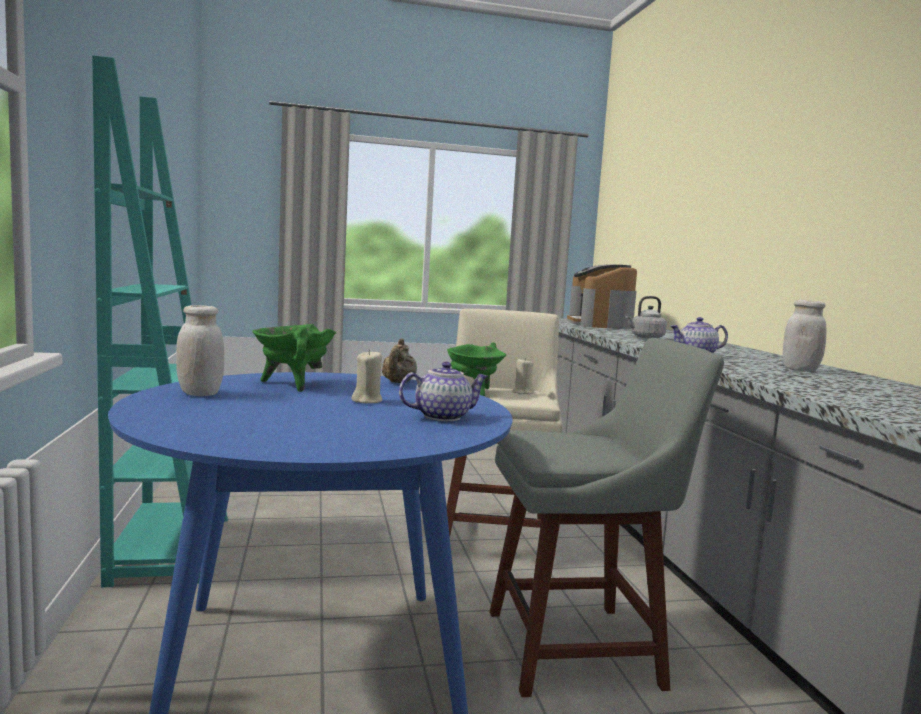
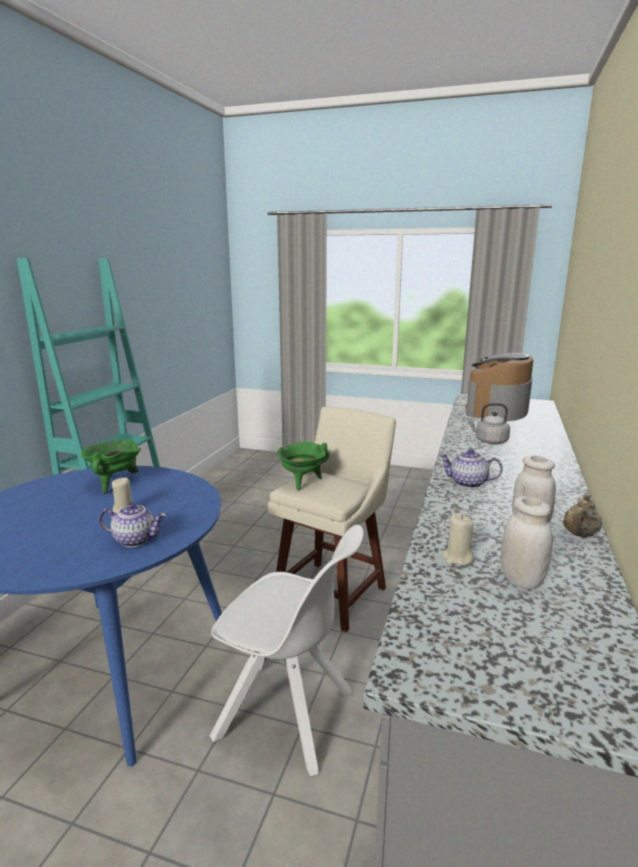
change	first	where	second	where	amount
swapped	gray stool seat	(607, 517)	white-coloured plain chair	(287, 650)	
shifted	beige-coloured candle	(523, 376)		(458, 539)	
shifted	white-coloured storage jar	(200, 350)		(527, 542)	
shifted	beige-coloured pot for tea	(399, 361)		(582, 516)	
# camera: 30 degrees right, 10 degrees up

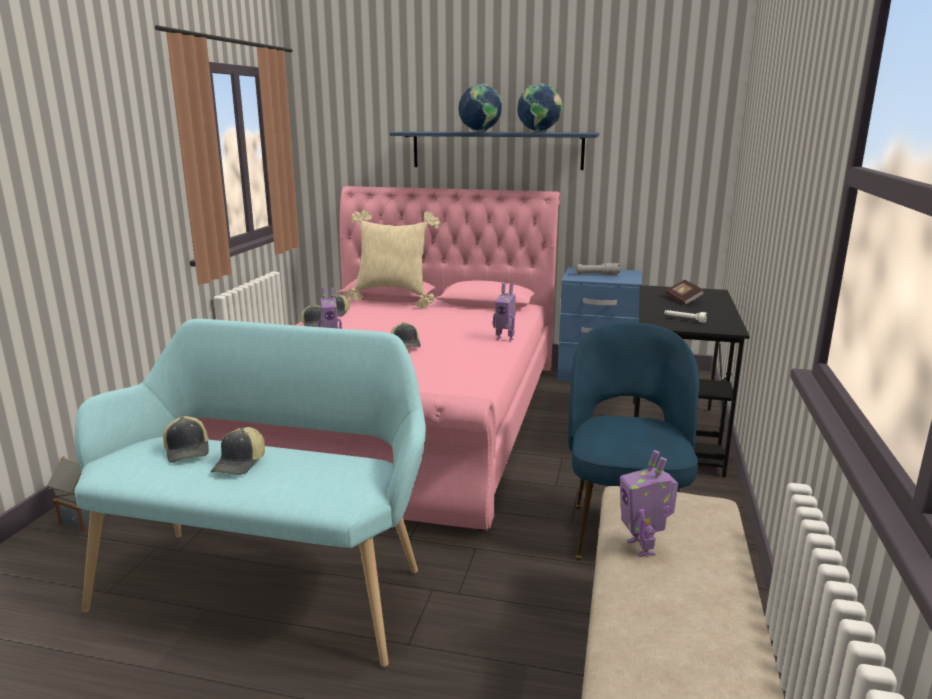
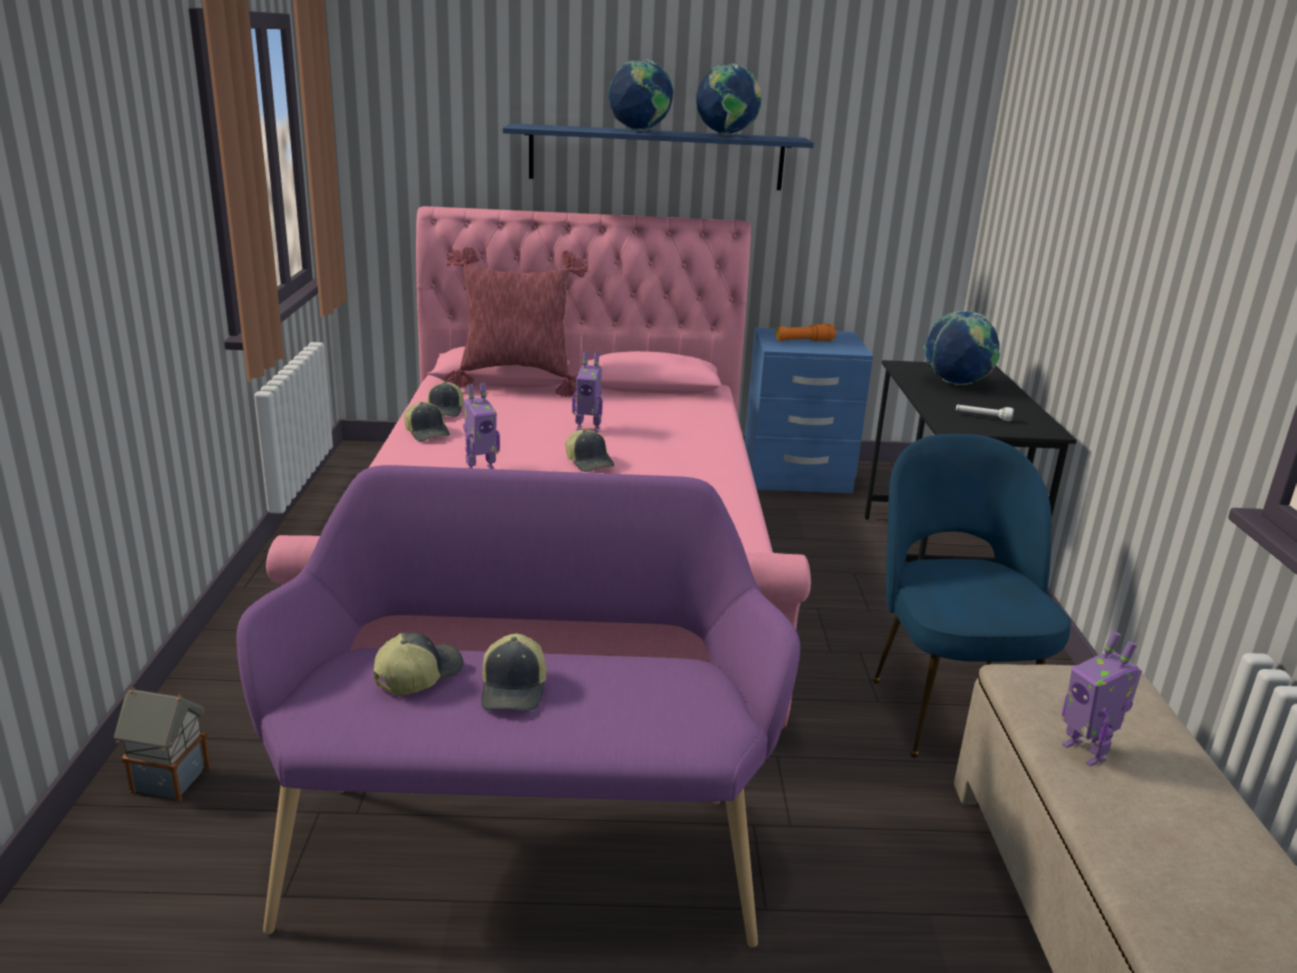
change	first	where	second	where	amount
repainted	turquoise-coloured long seat	(250, 493)	purple long seat	(518, 706)	
rotated	baseball cap	(186, 439)		(419, 664)	105 degrees counterclockwise
repainted	beige-coloured pillow	(392, 259)	red pillow	(515, 322)	
shifted	model robot	(504, 312)		(587, 392)	
repainted	gray torch	(598, 269)	orangey torch	(806, 332)	
swapped	volume	(685, 292)	globe	(961, 348)	
# camera: 15 degrees left, 5 degrees up

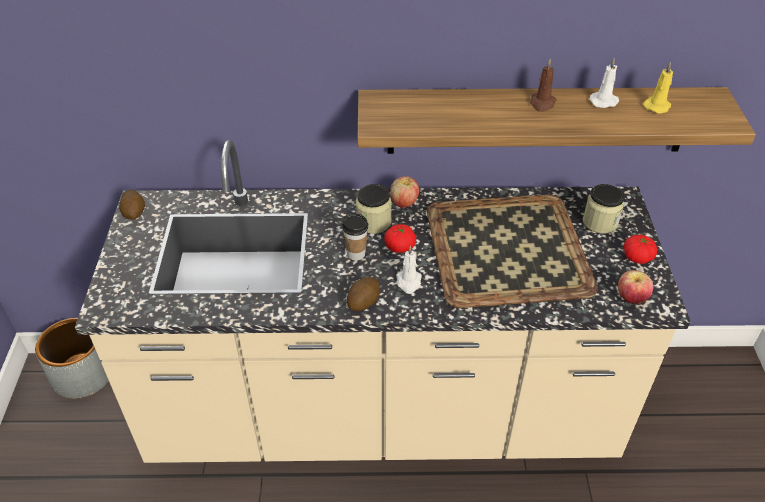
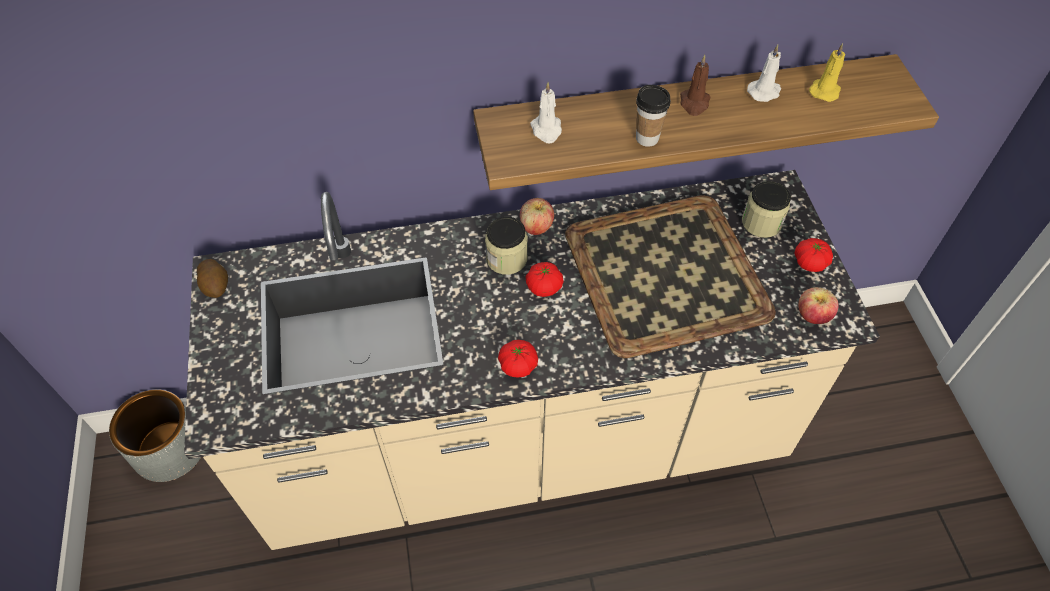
change	first	where	second	where	amount
swapped	whole potato	(363, 294)	whole tomato	(518, 359)	
shifted	white-coloured candle	(409, 270)		(546, 113)	
shifted	small cup	(355, 237)		(653, 116)	
# camera: 10 degrees left, 10 degrees up

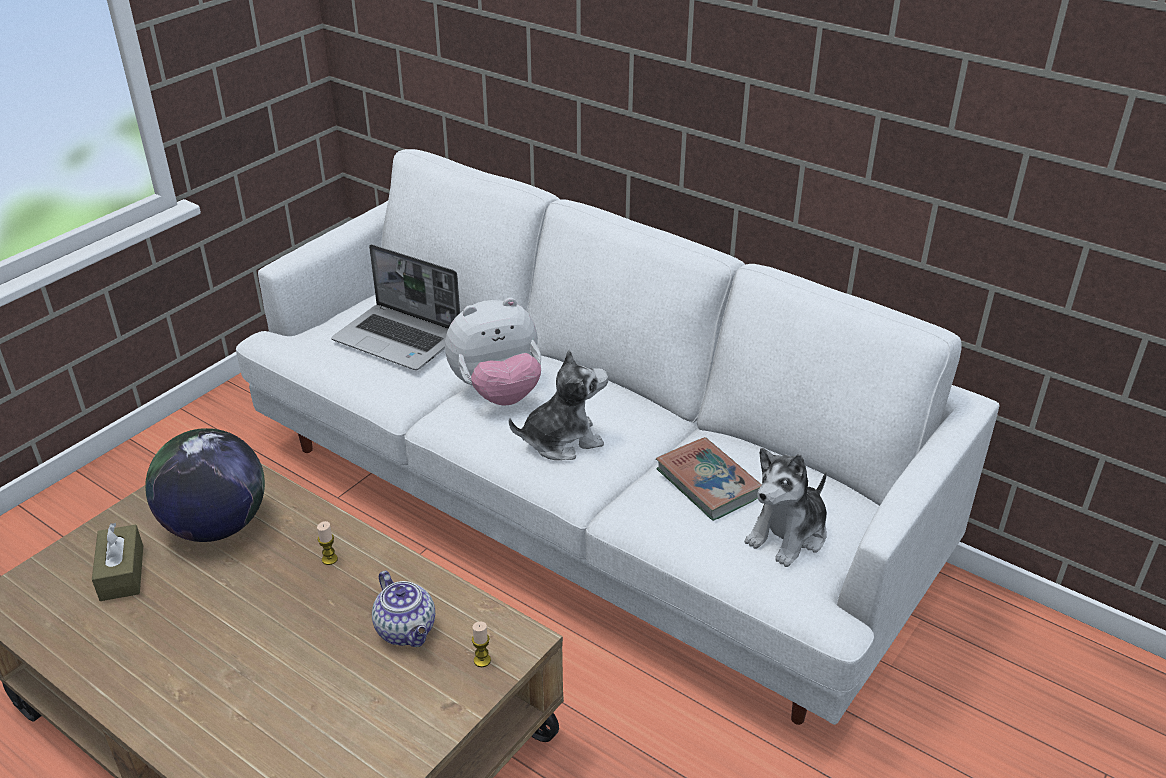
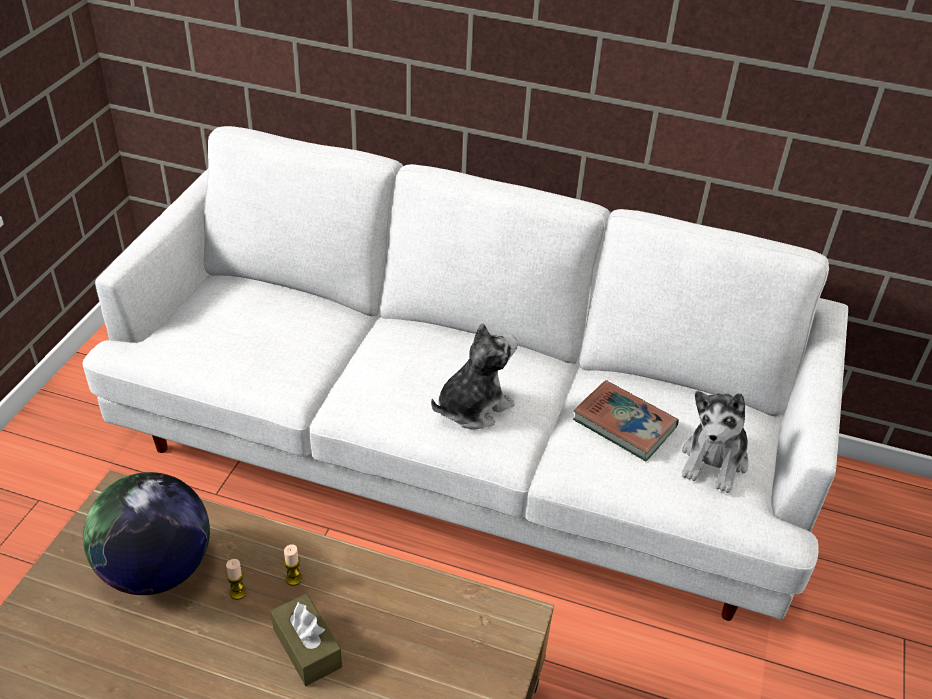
change	first	where	second	where	amount
shifted	candle	(481, 644)		(236, 579)	
shifted	brown tissue box	(117, 562)		(306, 640)	
gone	laptop	(395, 307)			
gone	pot for tea	(403, 609)			
gone	soft toy	(493, 351)			
# camera: 20 degrees left, 5 degrees up

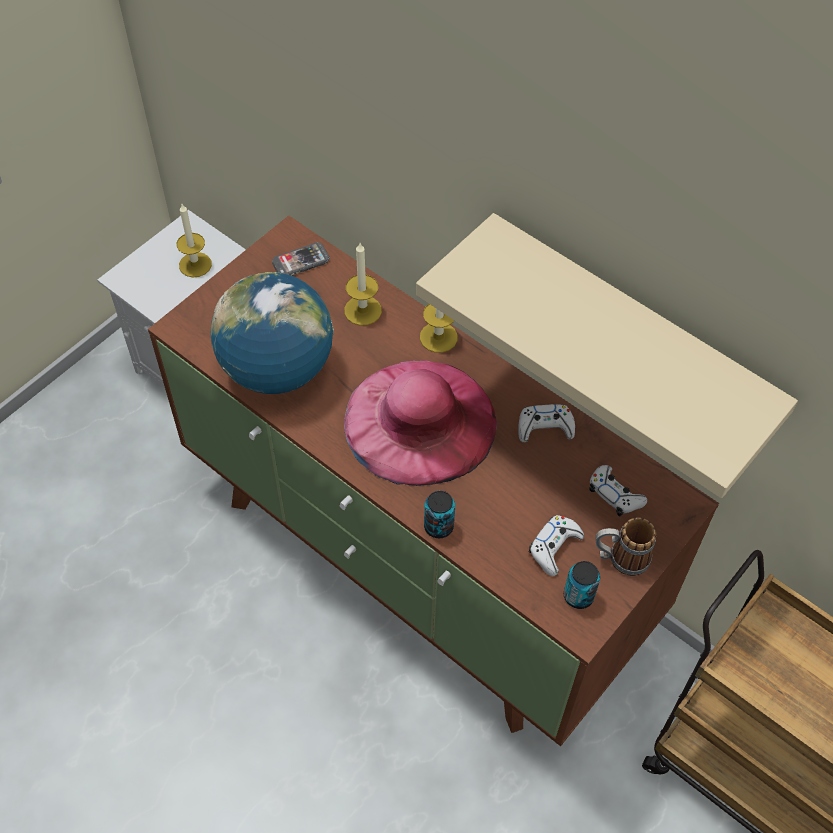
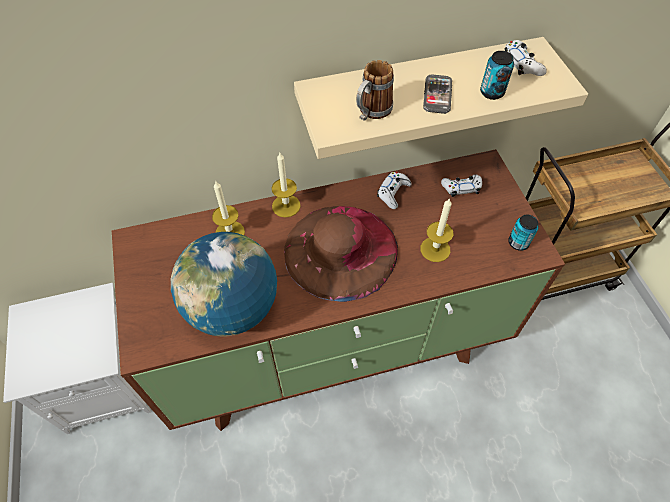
change	first	where	second	where	amount
repainted	pinkish hat	(420, 423)	brown hat	(341, 254)	
shifted	tea mug	(625, 546)		(375, 90)	
shifted	candle	(194, 240)		(436, 230)	
shifted	handset	(301, 259)		(437, 94)	
shifted	sealed can	(439, 514)		(497, 75)	
shifted	white-coloured gamepad	(556, 545)		(526, 58)	
# camera: 55 degrees left, 0 degrees up

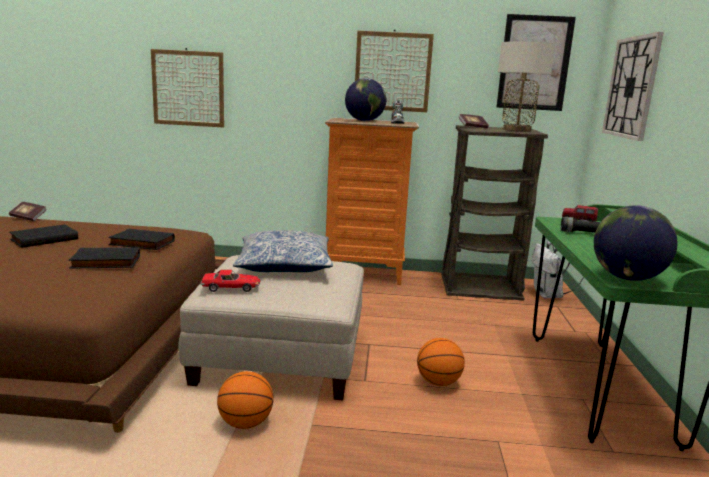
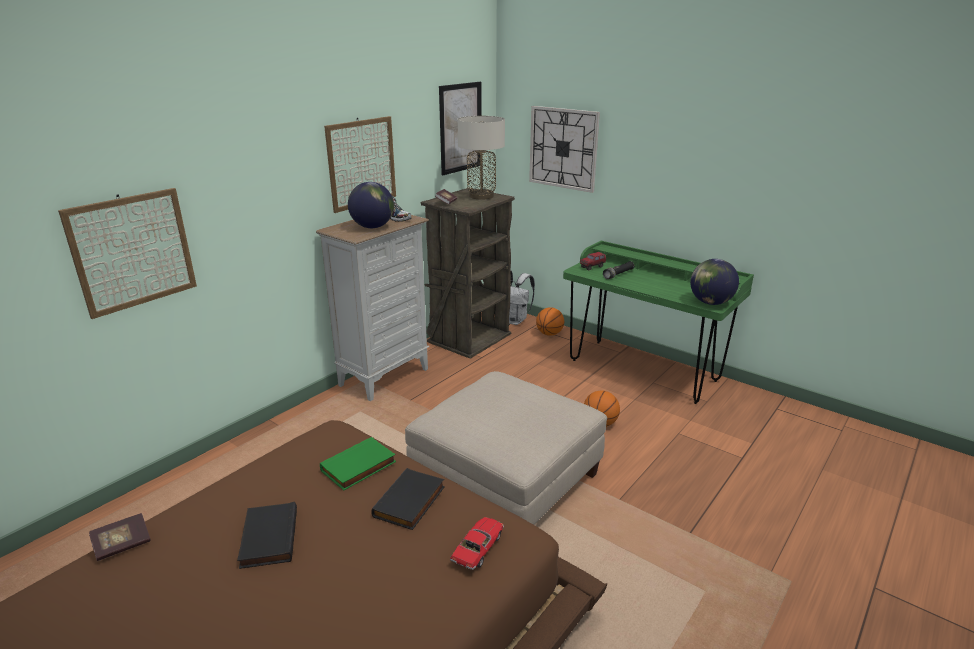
change	first	where	second	where	amount
repainted	orangey drawer chest	(372, 201)	white-coloured drawer chest	(373, 308)	
repainted	black volume	(141, 239)	green volume	(358, 463)	
shifted	toy car	(230, 281)		(477, 543)	
shifted	basketball ball	(245, 400)		(550, 321)	
gone	pillow	(283, 251)			
# camera: 55 degrees left, 10 degrees up

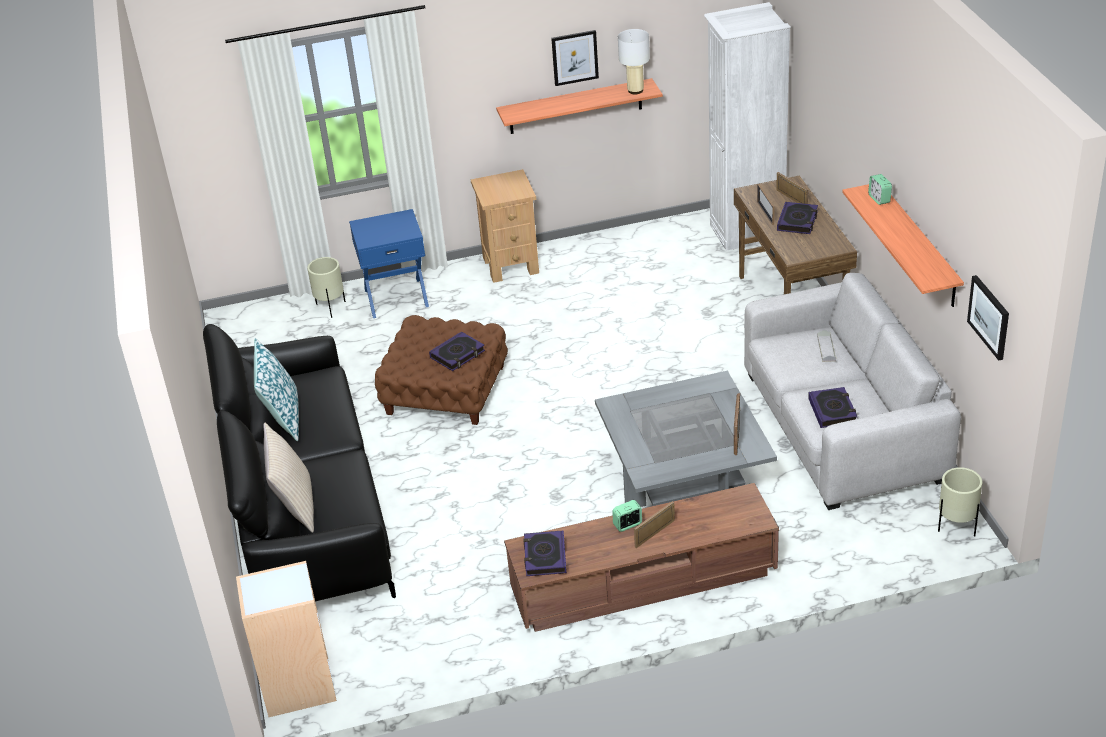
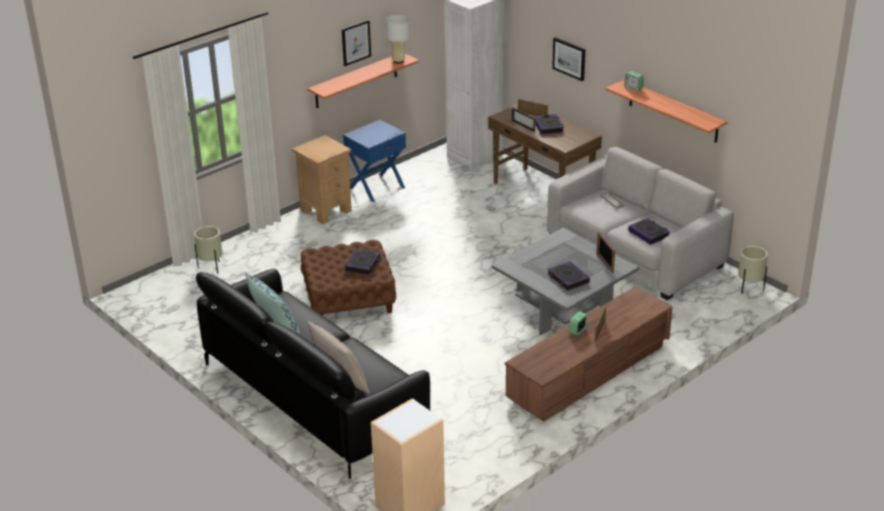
change	first	where	second	where	amount
shifted	bluish nightstand	(389, 263)		(374, 161)	
shifted	volume	(545, 553)		(568, 276)	
shifted	picture	(988, 318)		(568, 59)	
# camera: 30 degrees left, 5 degrees down

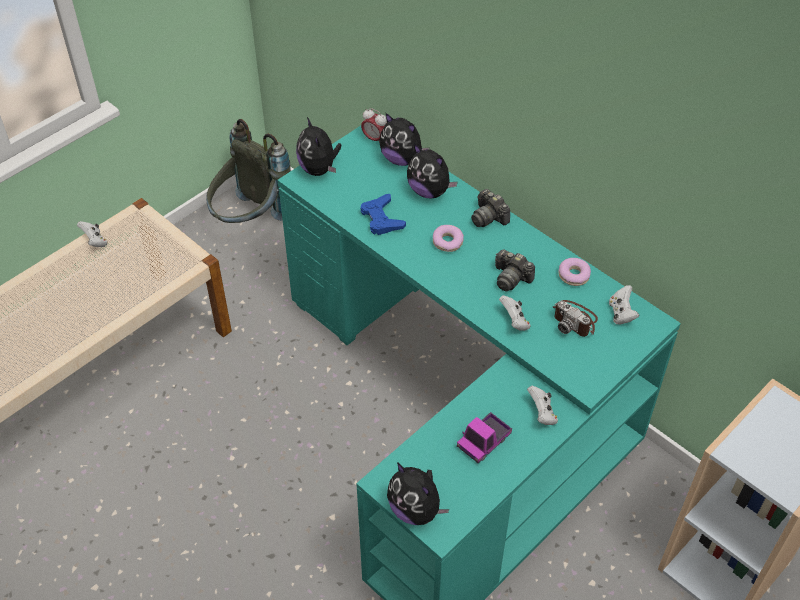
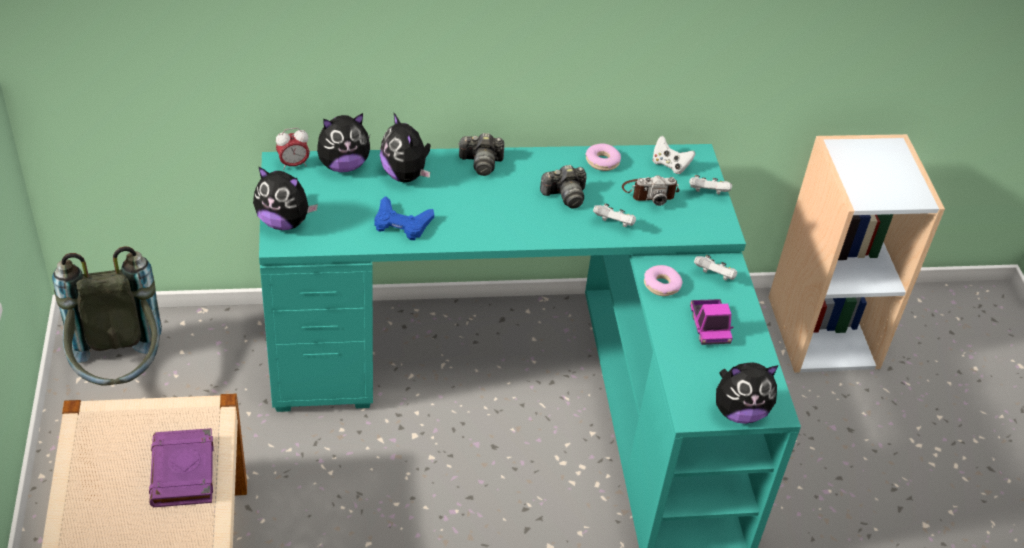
change	first	where	second	where	amount
new			purple volume	(181, 467)	
rotated	soft toy	(432, 171)		(405, 147)	75 degrees clockwise
shifted	doughnut	(448, 238)		(663, 280)	
shifted	white-coloured gamepad	(92, 234)		(710, 184)	
# camera: 55 degrees left, 5 degrees down

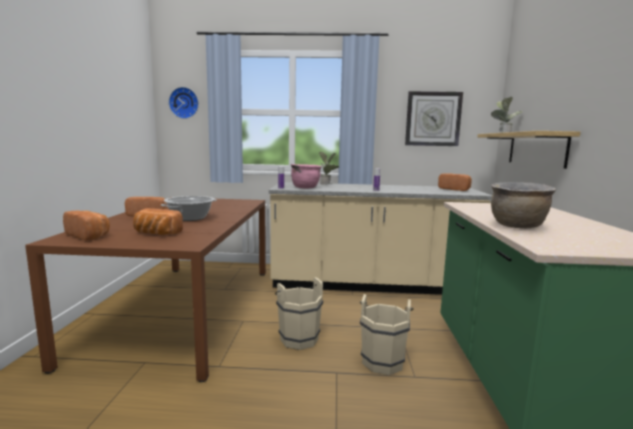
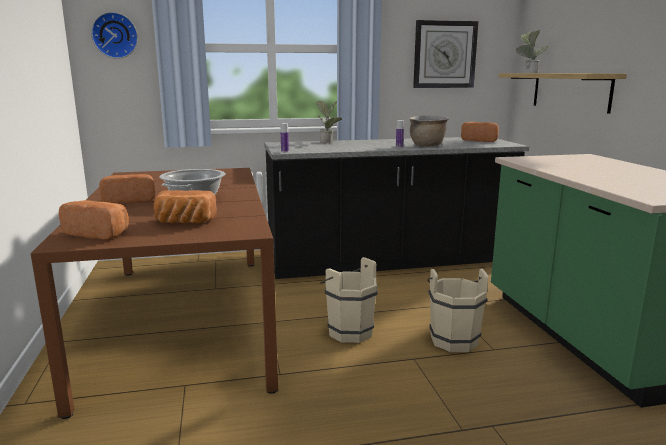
change	first	where	second	where	amount
repainted	beige-coloured kitchen counter	(380, 238)	black kitchen counter	(396, 208)	
shifted	brown saucepot	(523, 205)		(428, 131)	
gone	pinkish saucepot	(306, 176)			
# camera: 15 degrees left, 5 degrees up

